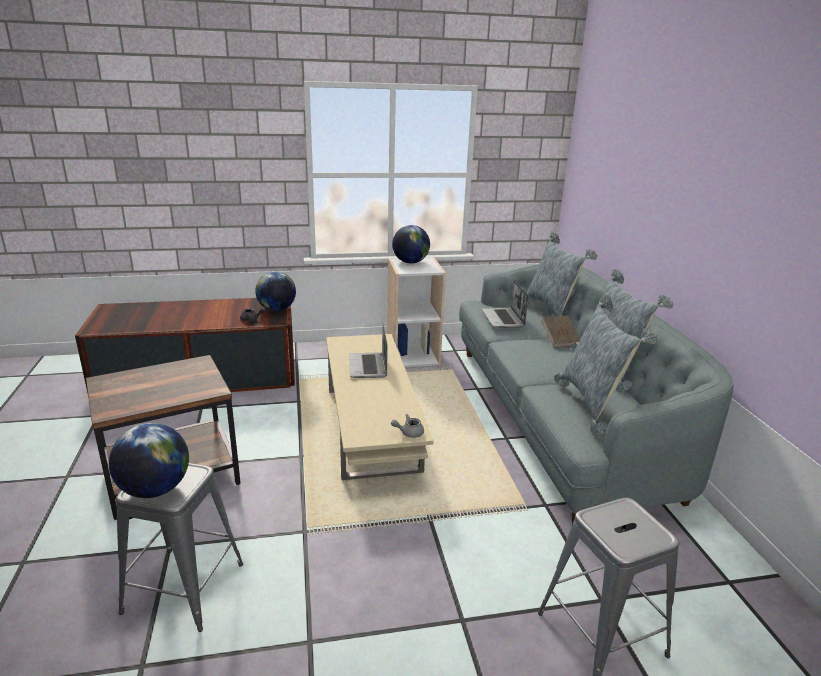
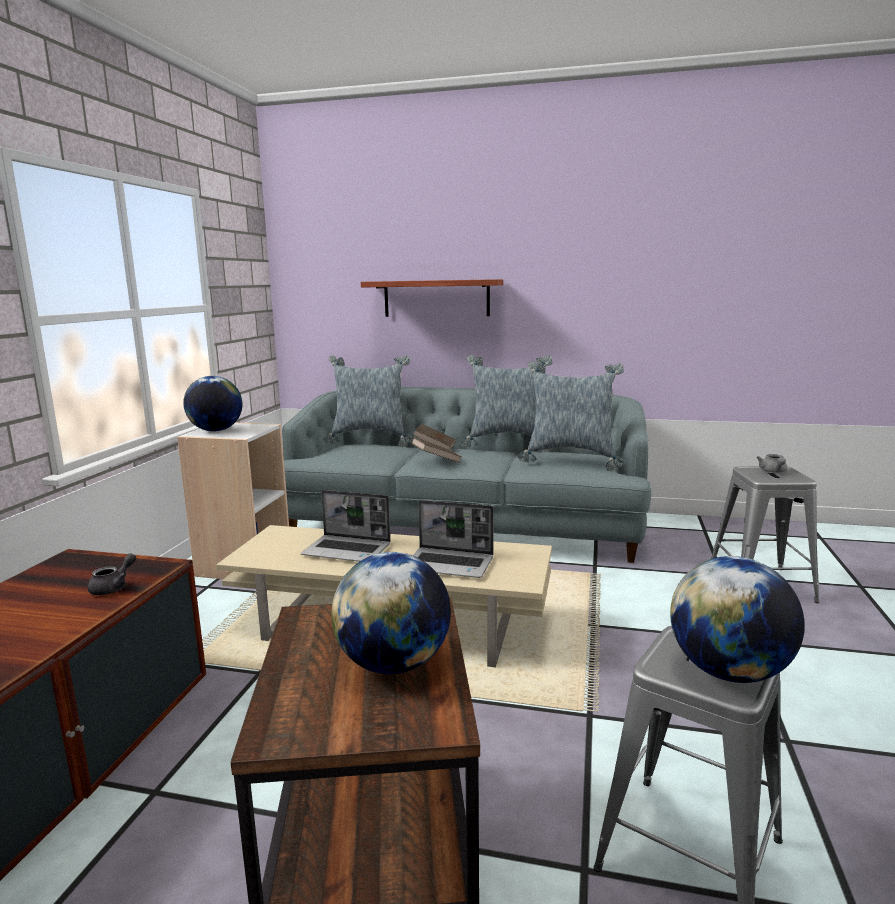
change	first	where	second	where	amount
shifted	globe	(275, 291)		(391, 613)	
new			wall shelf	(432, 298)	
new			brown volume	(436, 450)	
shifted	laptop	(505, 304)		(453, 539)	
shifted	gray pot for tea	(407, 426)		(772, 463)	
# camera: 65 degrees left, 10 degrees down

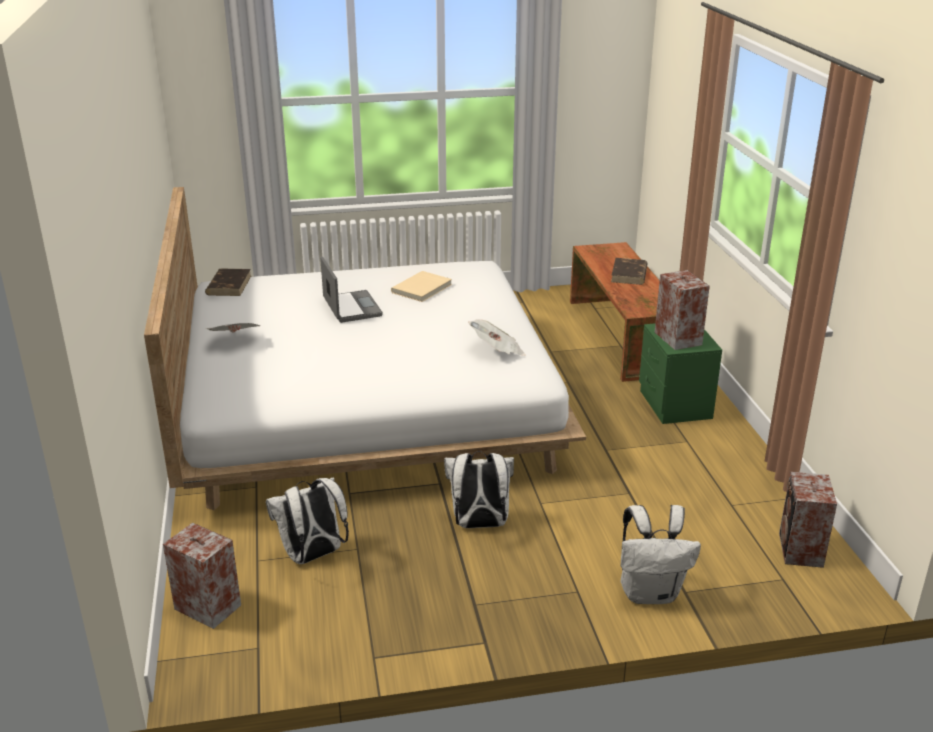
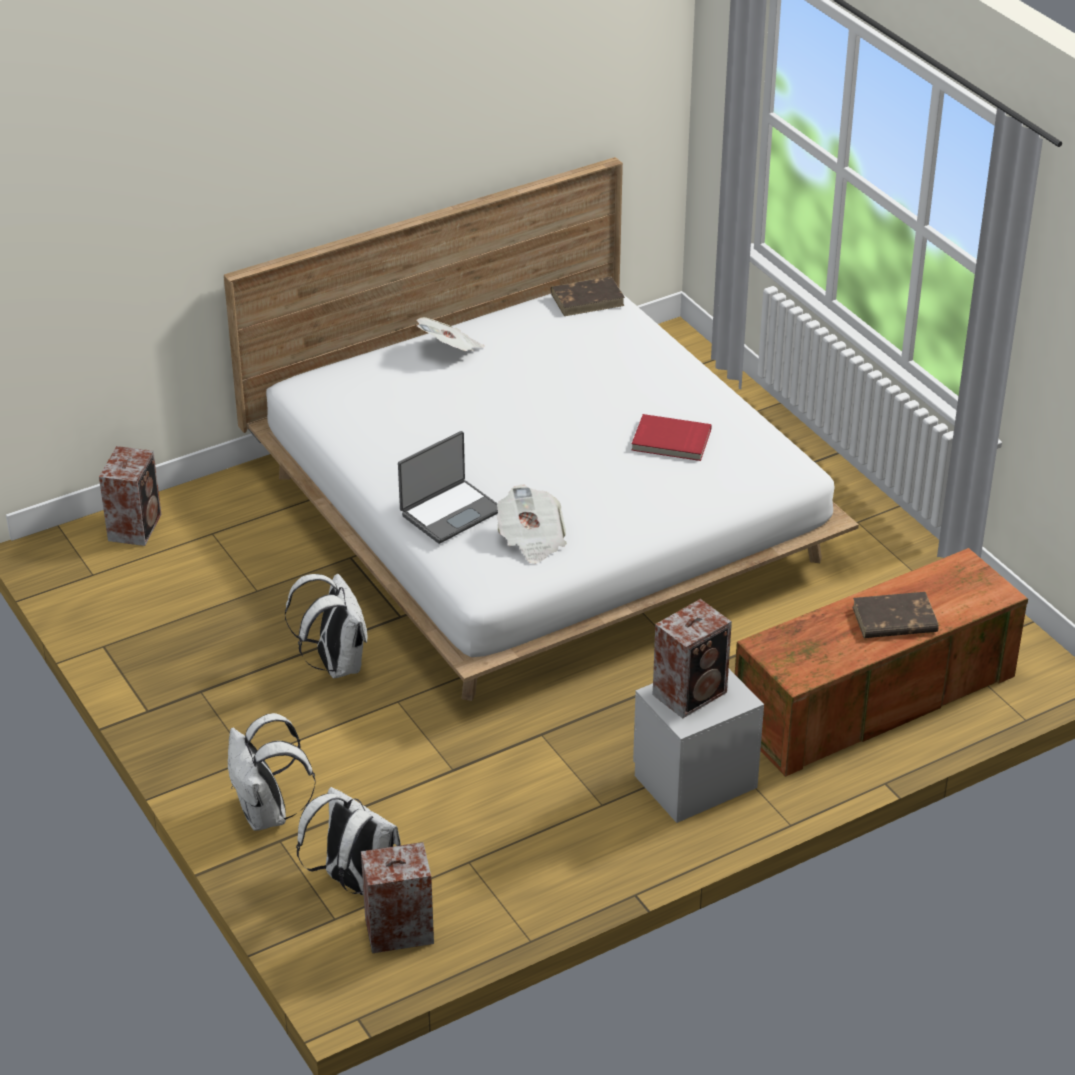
change	first	where	second	where	amount
shifted	white-coloured knapsack	(307, 520)		(348, 841)	
shifted	laptop	(351, 290)		(448, 487)	
repainted	beige-coloured volume	(421, 286)	red volume	(672, 437)	
repainted	green nightstand	(680, 374)	gray nightstand	(698, 746)	
# camera: 70 degrees right, 10 degrees up

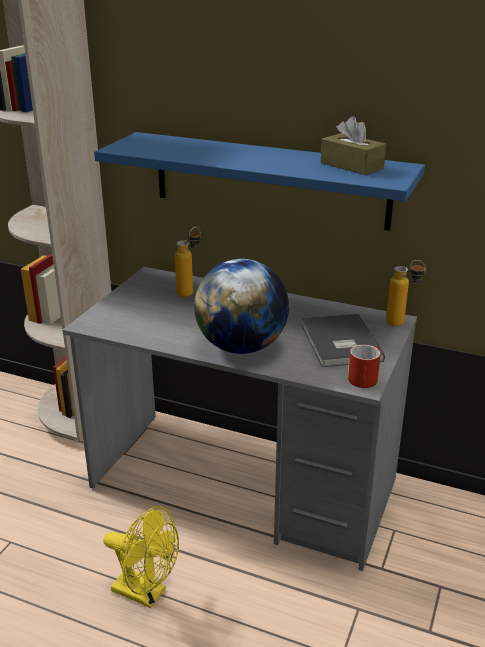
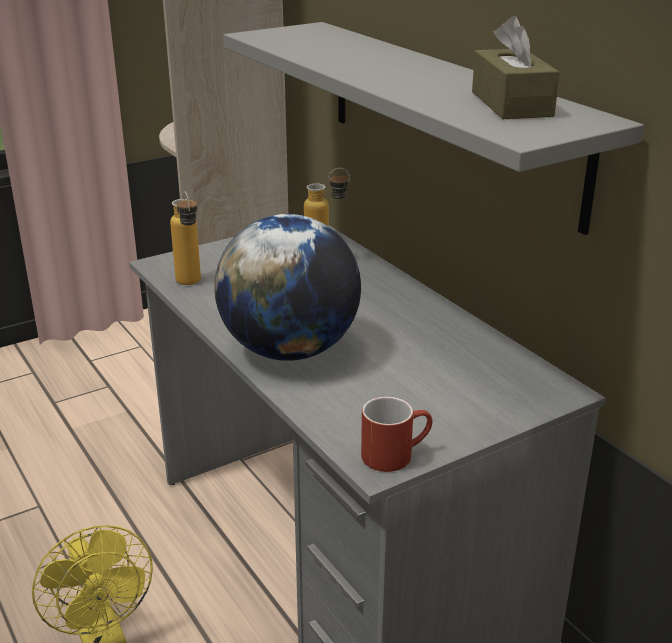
change	first	where	second	where	amount
shifted	bottle	(406, 293)		(185, 238)	
repainted	bluish wall shelf	(259, 181)	gray wall shelf	(433, 128)	
gone	gray volume	(343, 340)			
# camera: 35 degrees right, 0 degrees up

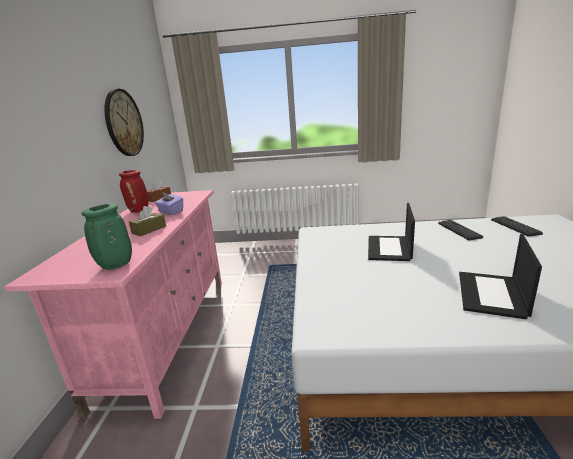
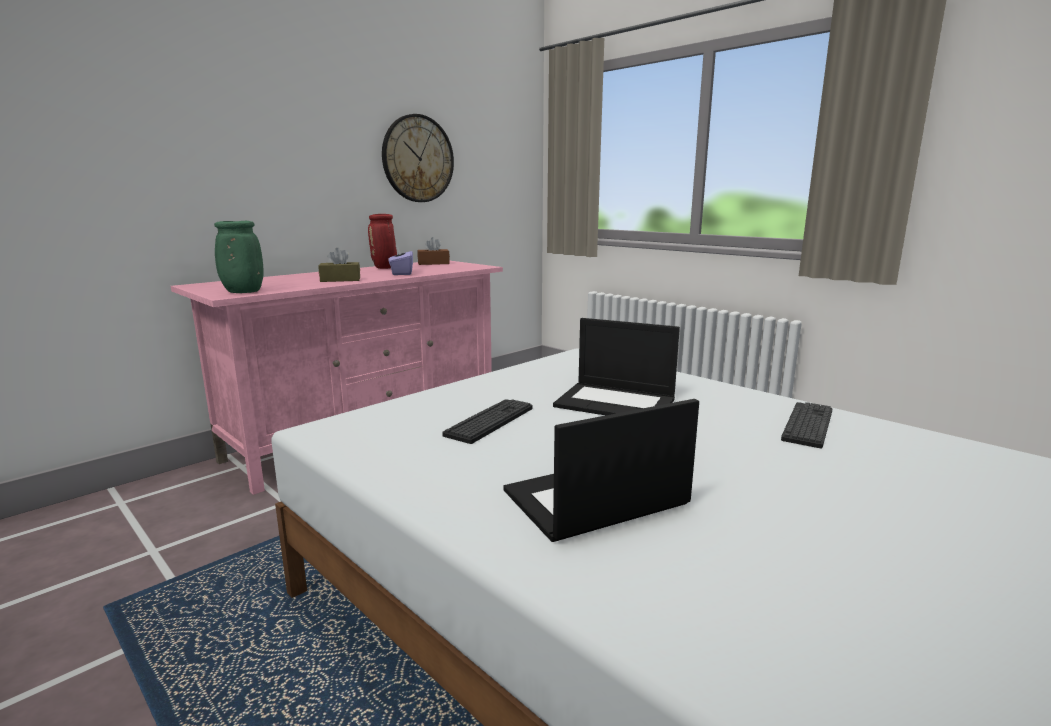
change	first	where	second	where	amount
shifted	computer keyboard	(517, 226)		(487, 421)	
rotated	laptop	(391, 232)		(616, 366)	120 degrees counterclockwise
# camera: 40 degrees right, 5 degrees down

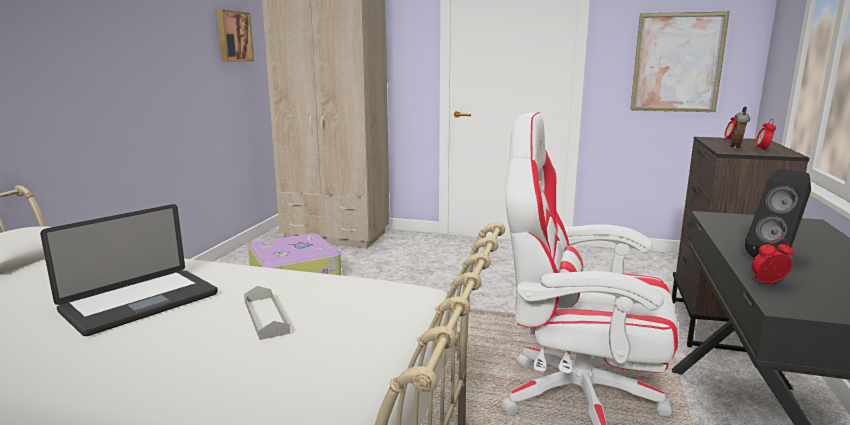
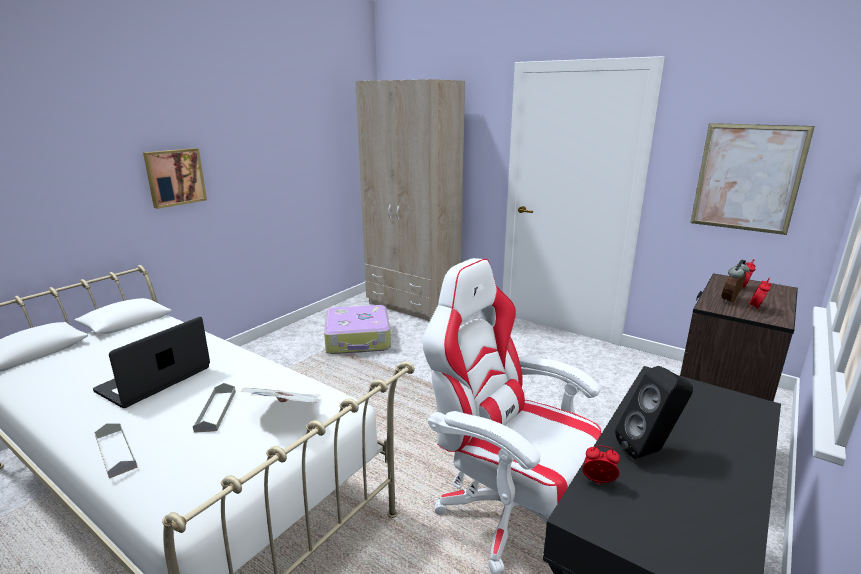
change	first	where	second	where	amount
rotated	laptop	(129, 270)		(151, 362)	150 degrees clockwise
new			gray serving tray	(116, 451)	
shifted	picture	(235, 35)		(175, 178)	
new			newspaper	(280, 395)	
# camera: 20 degrees right, 5 degrees up

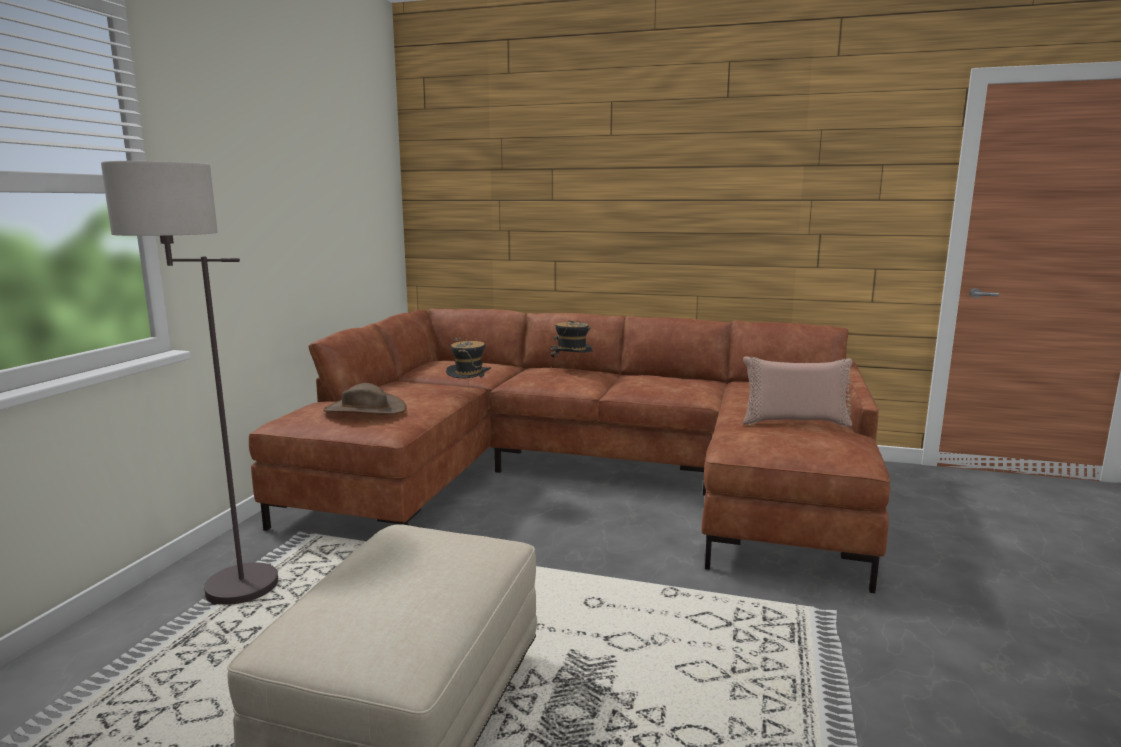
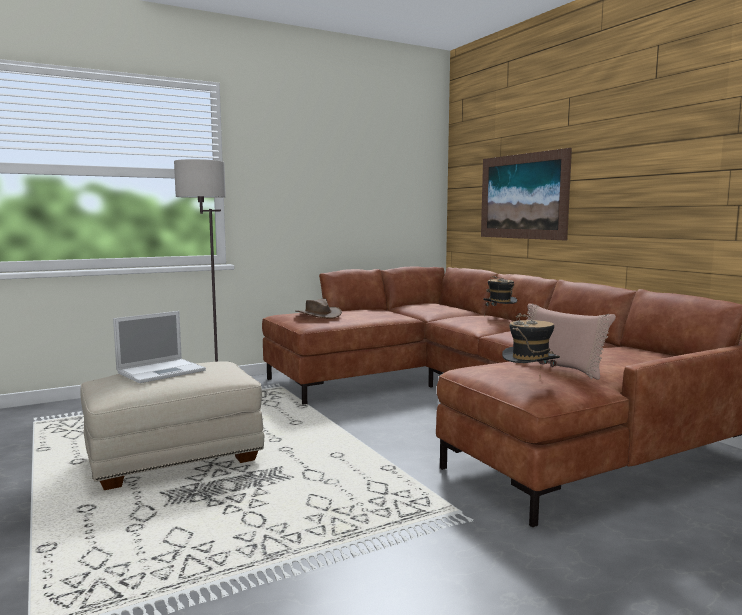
change	first	where	second	where	amount
new			laptop	(159, 347)	
new			picture	(526, 194)	
shifted	hat	(468, 359)		(531, 340)	
# camera: 45 degrees right, 5 degrees down

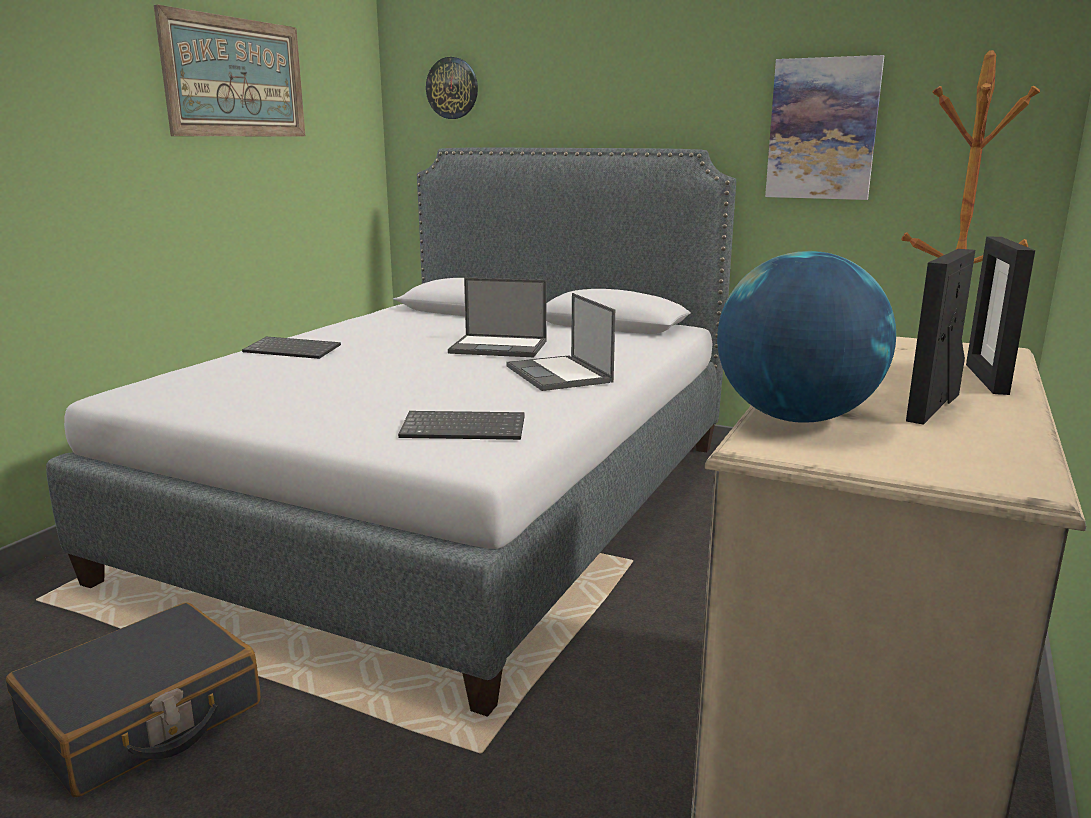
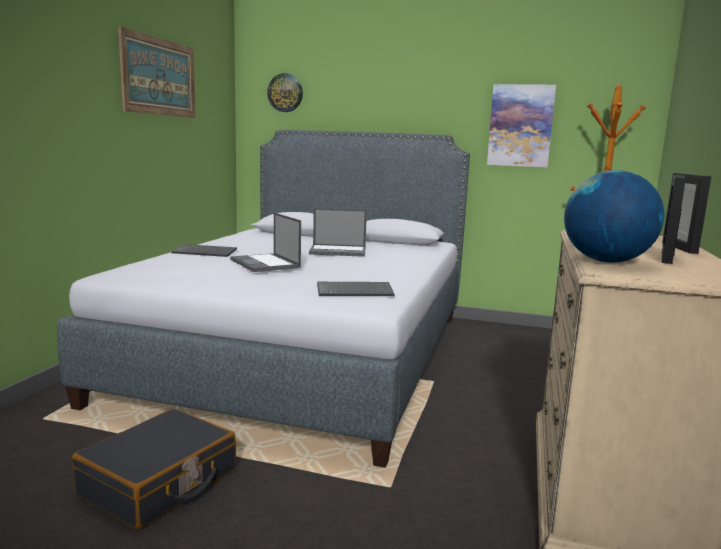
change	first	where	second	where	amount
shifted	laptop	(560, 342)		(265, 242)	
# camera: 10 degrees left, 5 degrees down

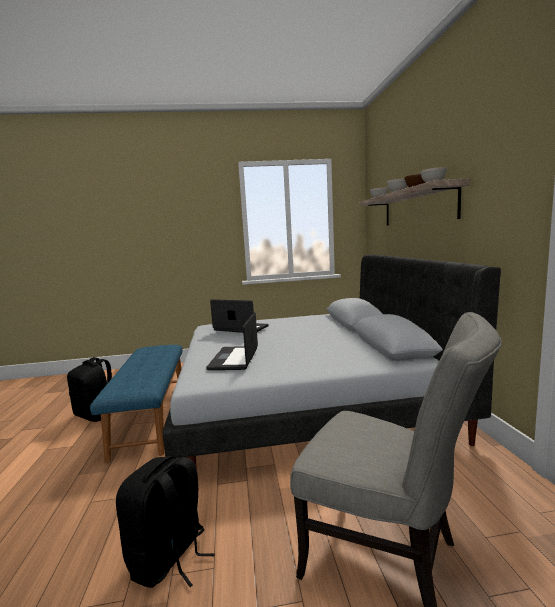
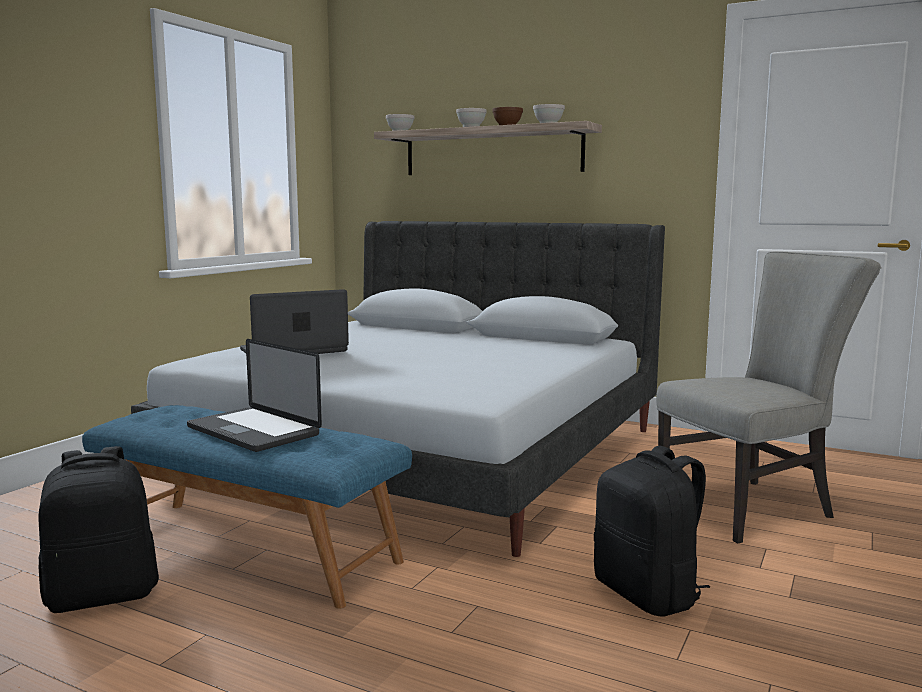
change	first	where	second	where	amount
shifted	laptop	(232, 341)		(254, 395)	
# camera: 55 degrees left, 0 degrees up

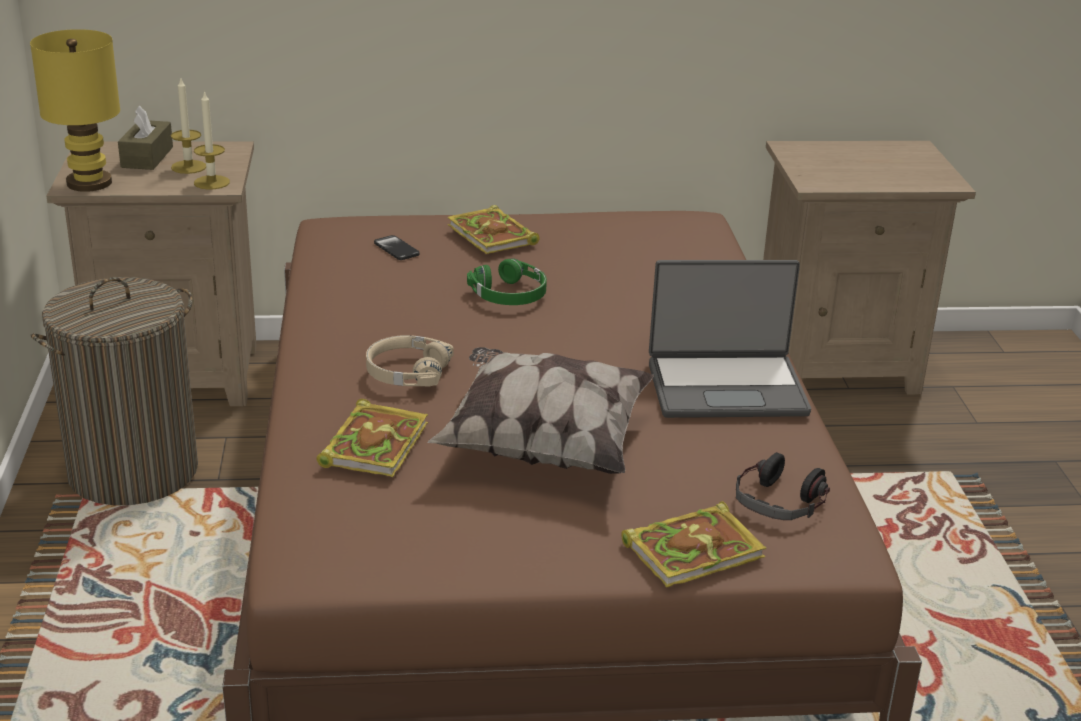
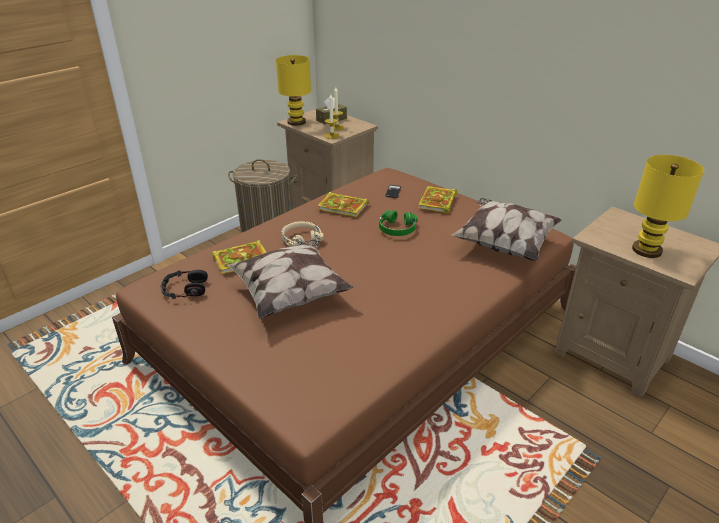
change	first	where	second	where	amount
shifted	headphones	(783, 486)		(184, 284)	
shifted	volume	(693, 544)		(343, 204)	
new			pillow	(506, 229)	
new			yellow-coloured tabletop lamp	(668, 206)	
gone	laptop	(730, 339)			
# camera: 50 degrees right, 5 degrees up

